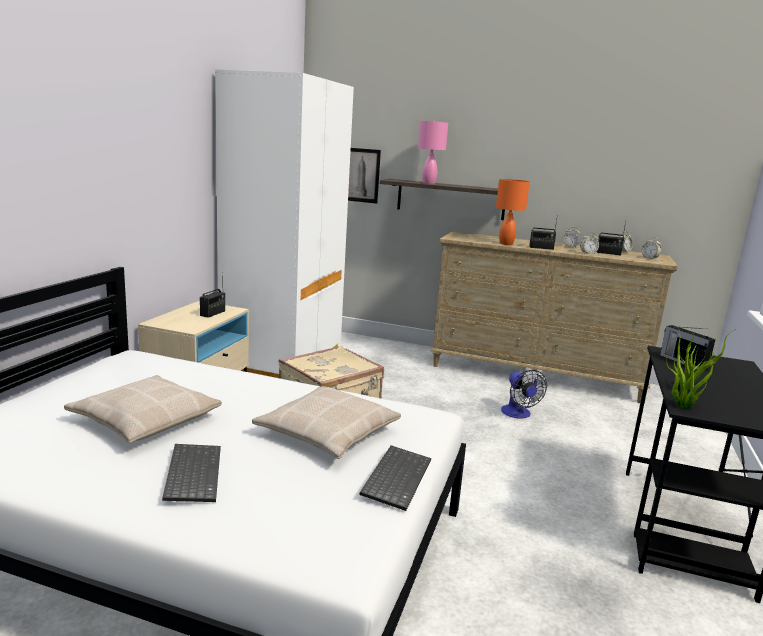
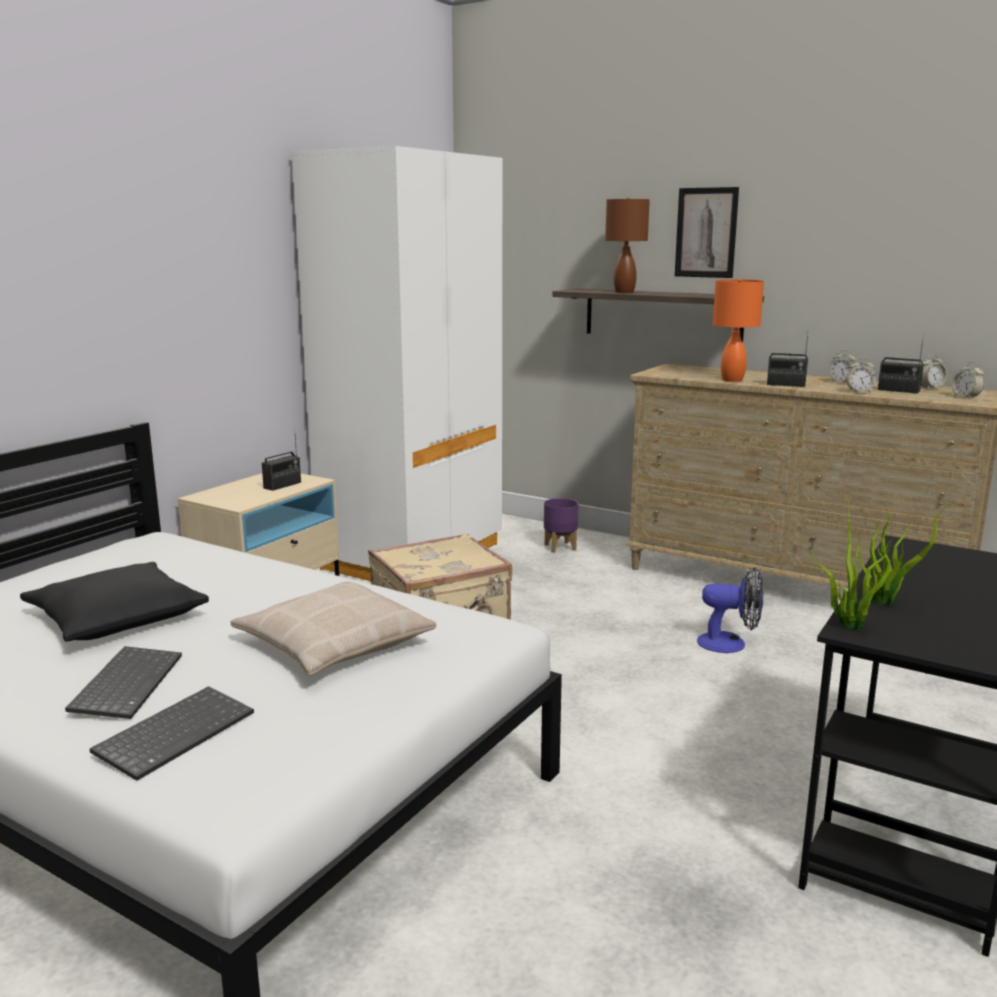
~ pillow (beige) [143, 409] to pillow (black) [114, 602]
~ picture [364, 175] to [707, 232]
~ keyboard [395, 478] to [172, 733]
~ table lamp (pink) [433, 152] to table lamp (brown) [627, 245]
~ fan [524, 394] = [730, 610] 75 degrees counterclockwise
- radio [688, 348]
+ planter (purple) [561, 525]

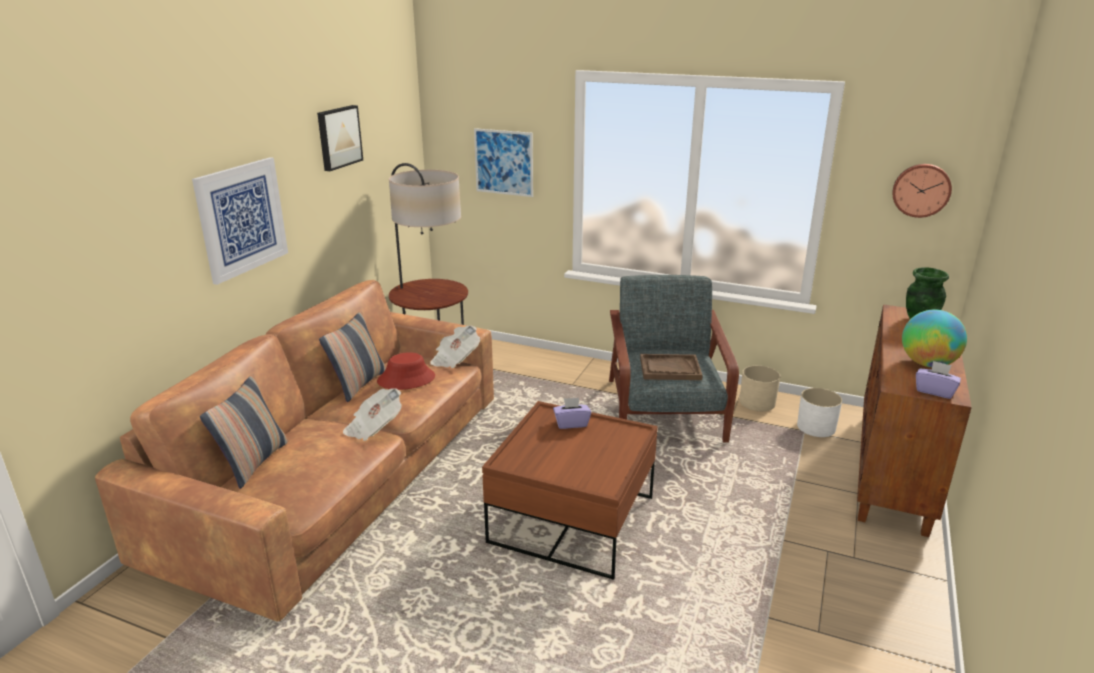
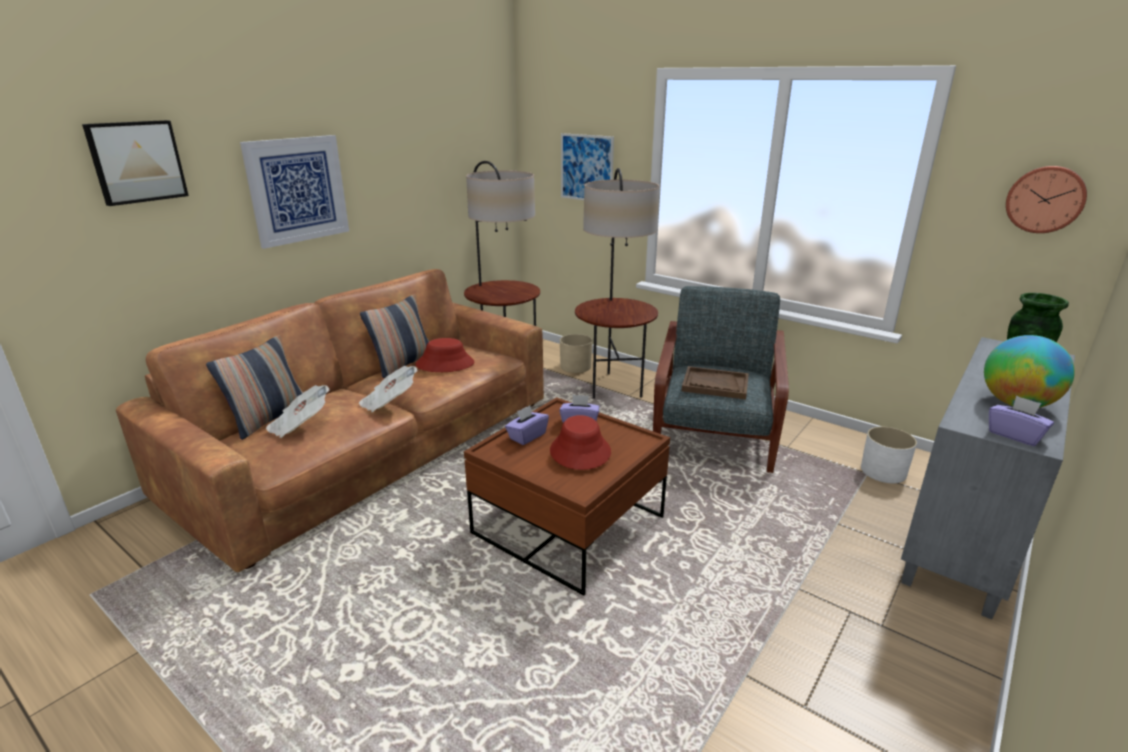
~ picture [340, 138] to [135, 163]
~ newspaper [455, 347] to [298, 411]
~ planter (beige) [760, 388] to [576, 353]
~ cabinet (brown) [914, 420] to cabinet (grey) [988, 478]
+ tissue box (purple) [527, 425]
+ hat (red) [580, 442]
+ floor lamp [617, 283]

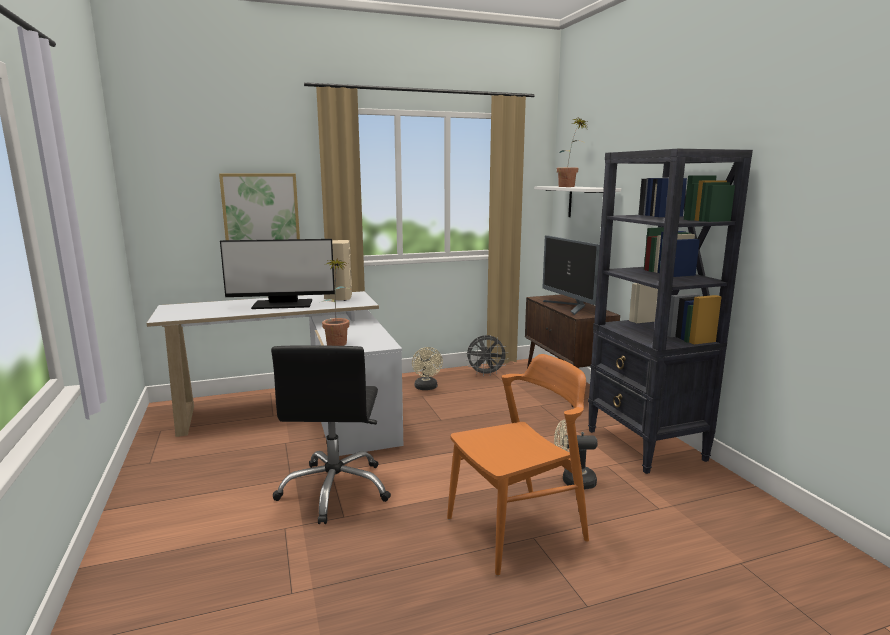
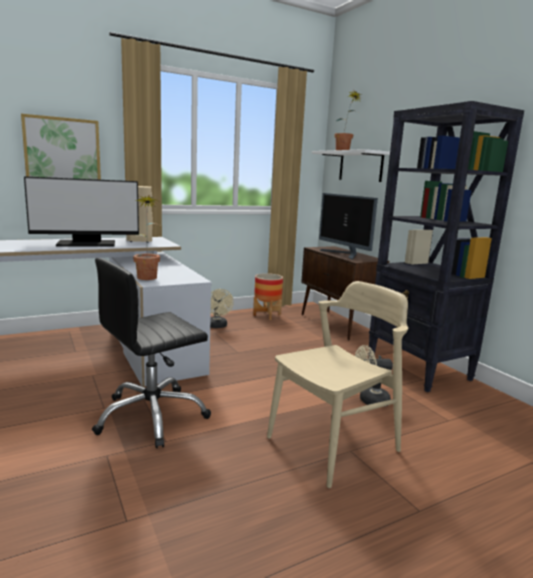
~ office chair (black) [331, 434] = [151, 353] 60 degrees clockwise
~ chair (orange) [518, 465] to chair (beige) [337, 384]
~ fan (grey) [486, 356] to planter [268, 296]

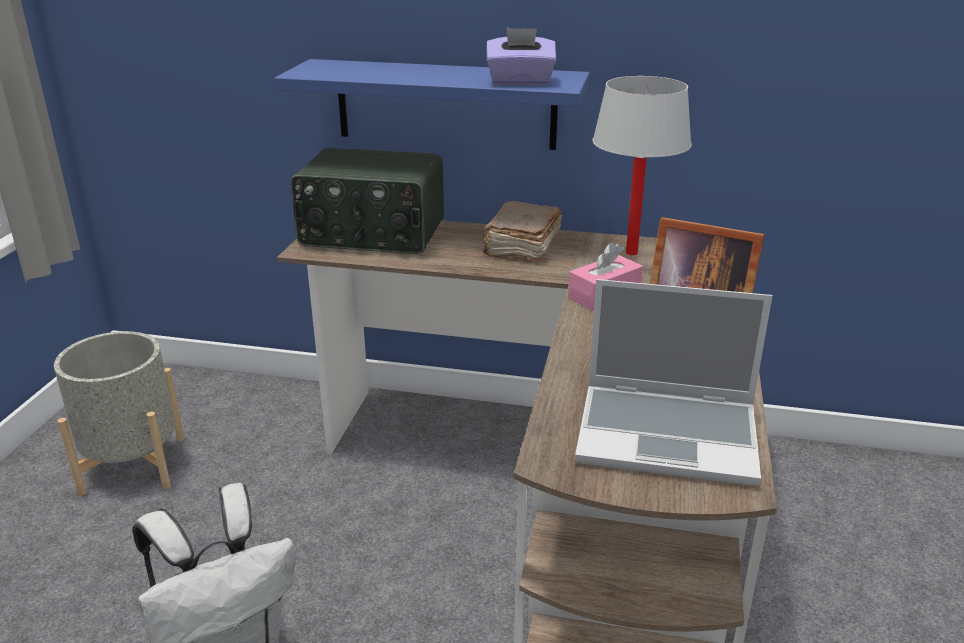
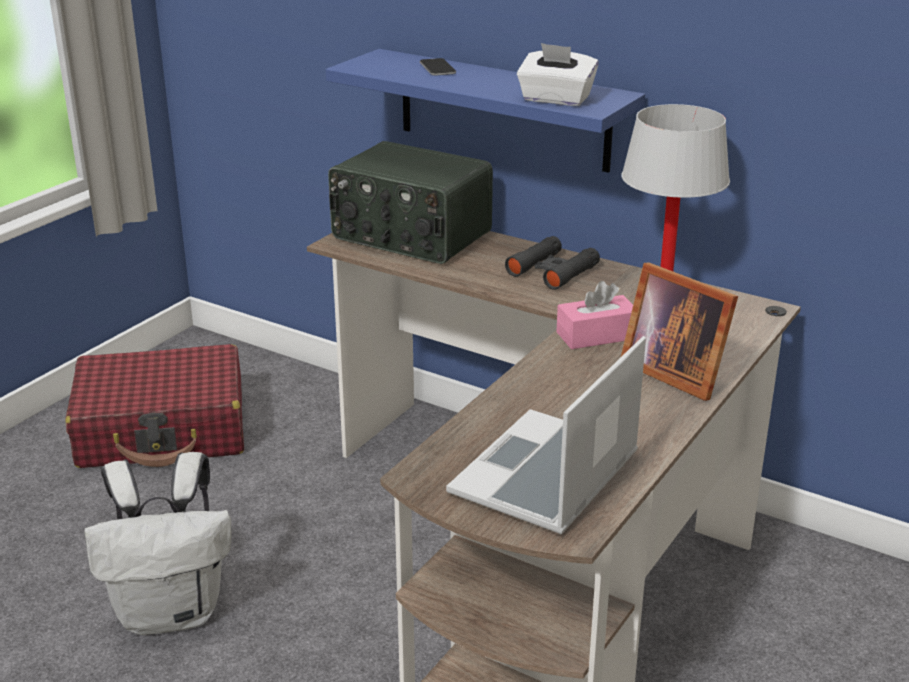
~ planter (grey) [119, 413] to suitcase (red) [154, 406]
~ book (brown) [522, 231] to binoculars (black) [552, 263]
~ tissue box (purple) [521, 56] to tissue box (white) [558, 74]
~ laptop [673, 382] = [546, 435] 90 degrees clockwise
+ phone [438, 67]

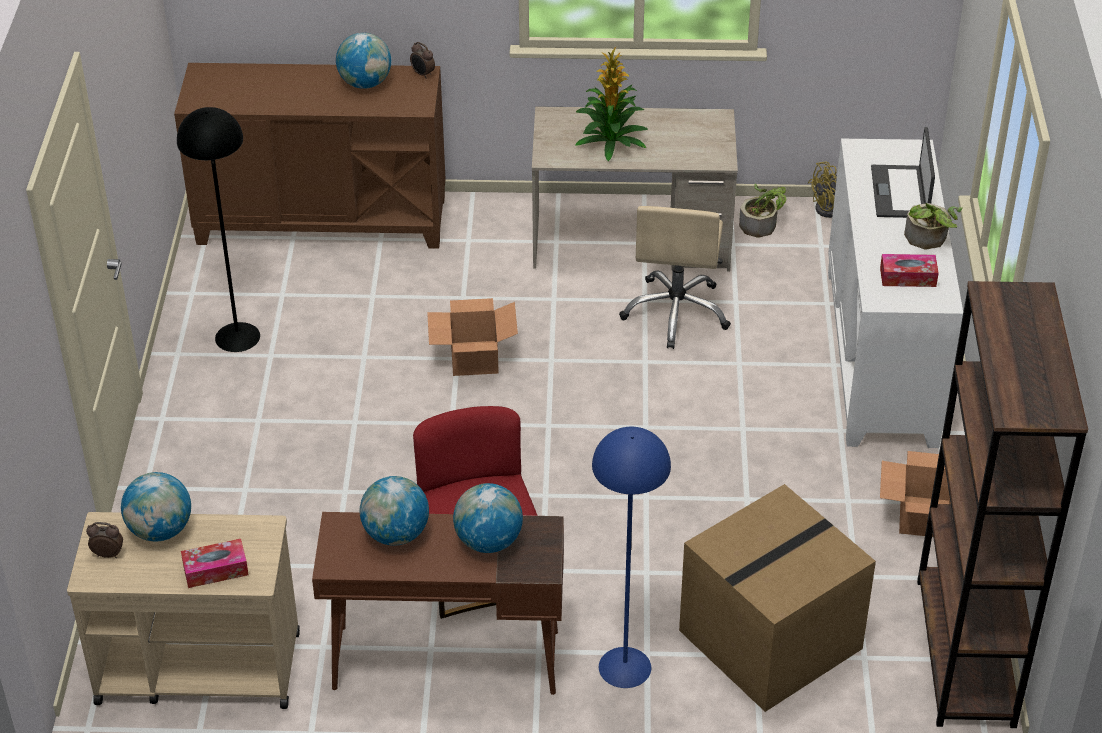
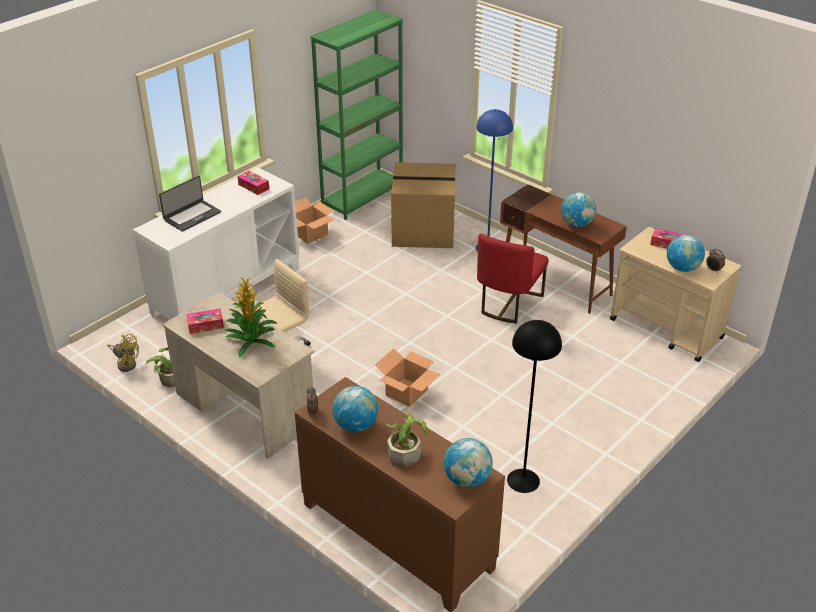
~ globe [488, 518] to [468, 463]
~ potted plant [933, 226] to [406, 440]
~ bookcase (brown) [1002, 504] to bookcase (green) [357, 114]
+ tissue box [205, 321]

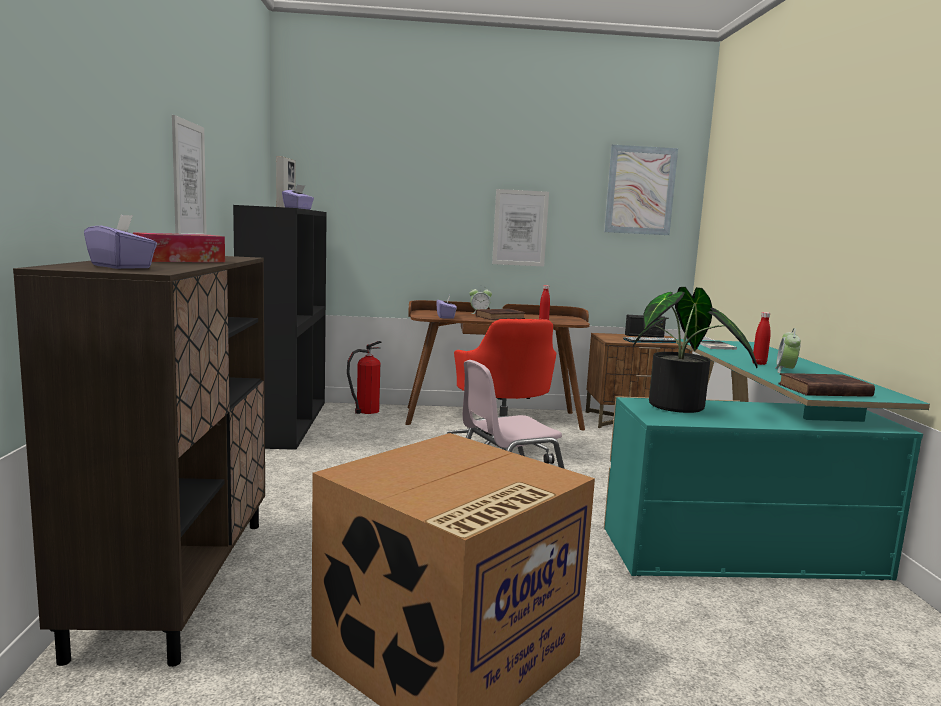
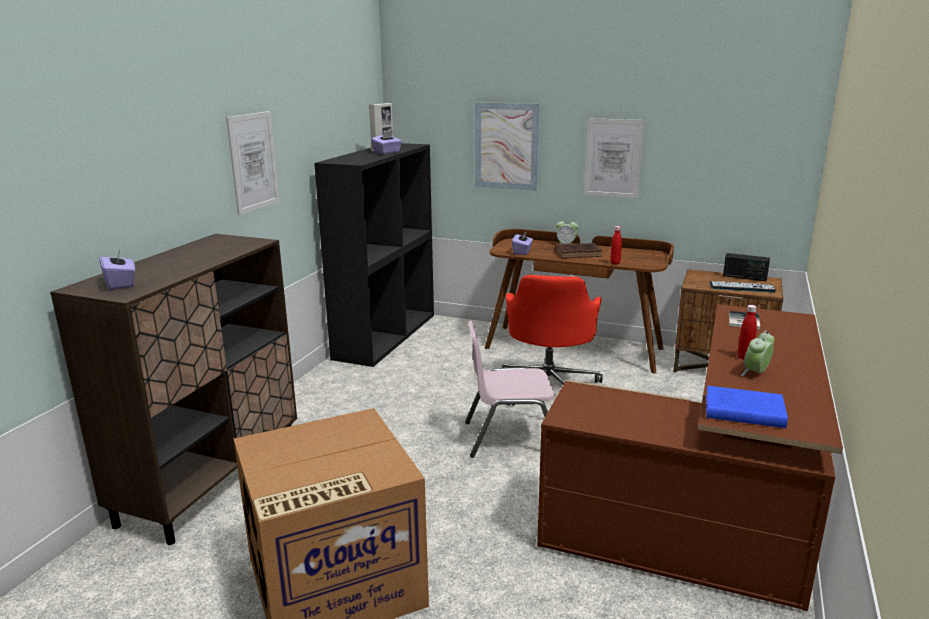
- tissue box [179, 247]
- fire extinguisher [364, 377]
~ picture [641, 190] to [507, 146]
~ desk (turquoise) [767, 459] to desk (brown) [690, 457]
- potted plant [695, 350]
~ book (brown) [826, 385] to book (blue) [747, 407]

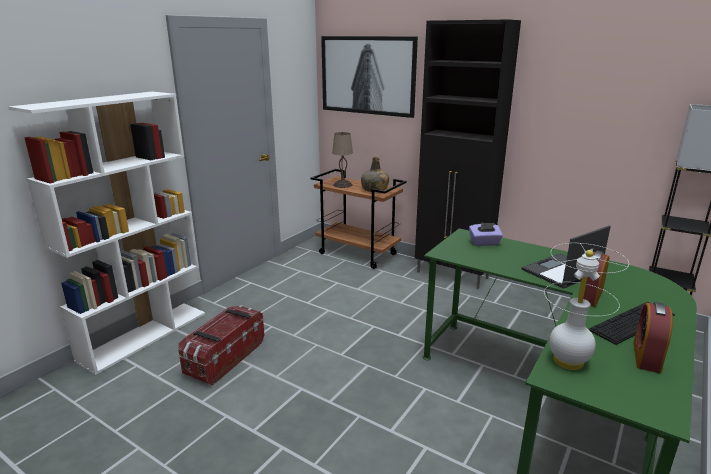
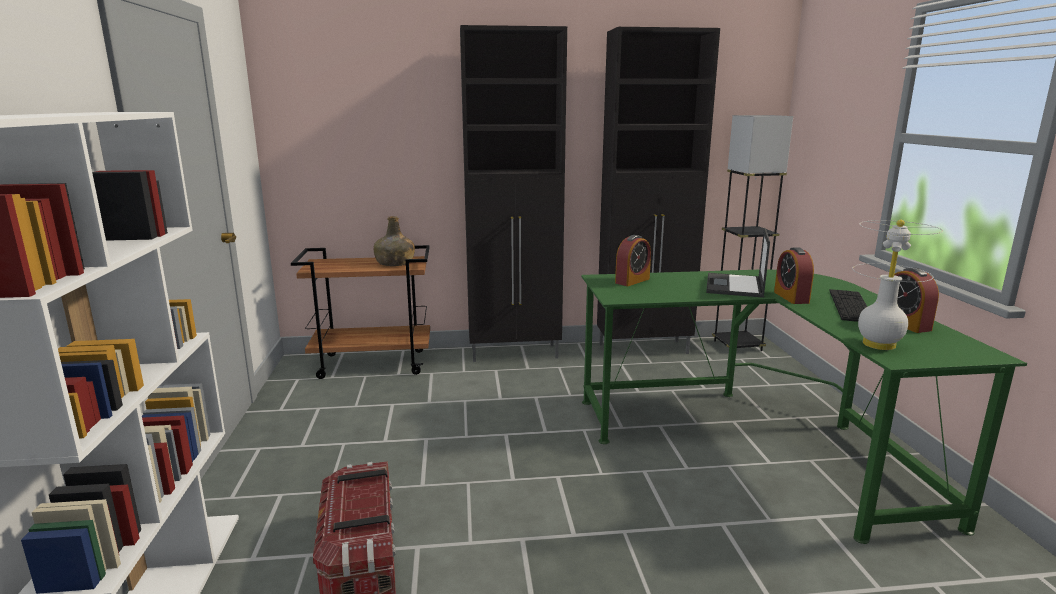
- picture [369, 77]
- table lamp (beige) [342, 160]
~ tissue box (purple) [486, 234] to alarm clock [633, 260]
+ cabinet (black) [658, 190]

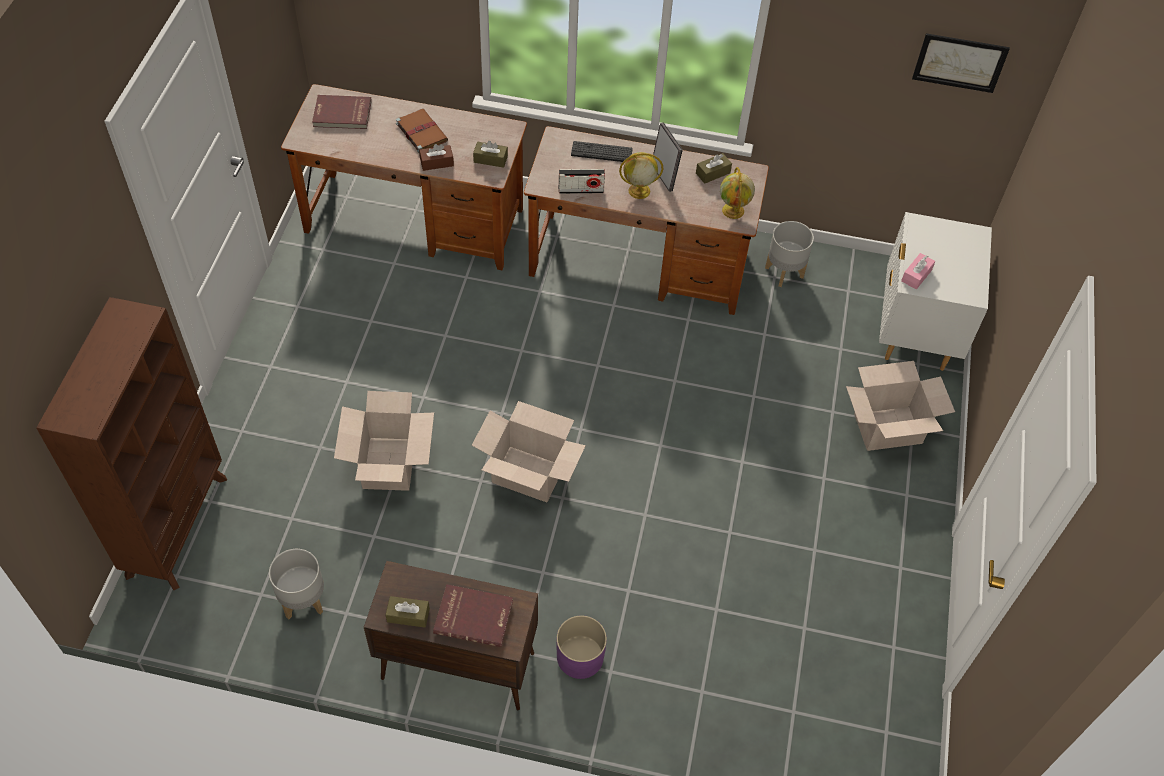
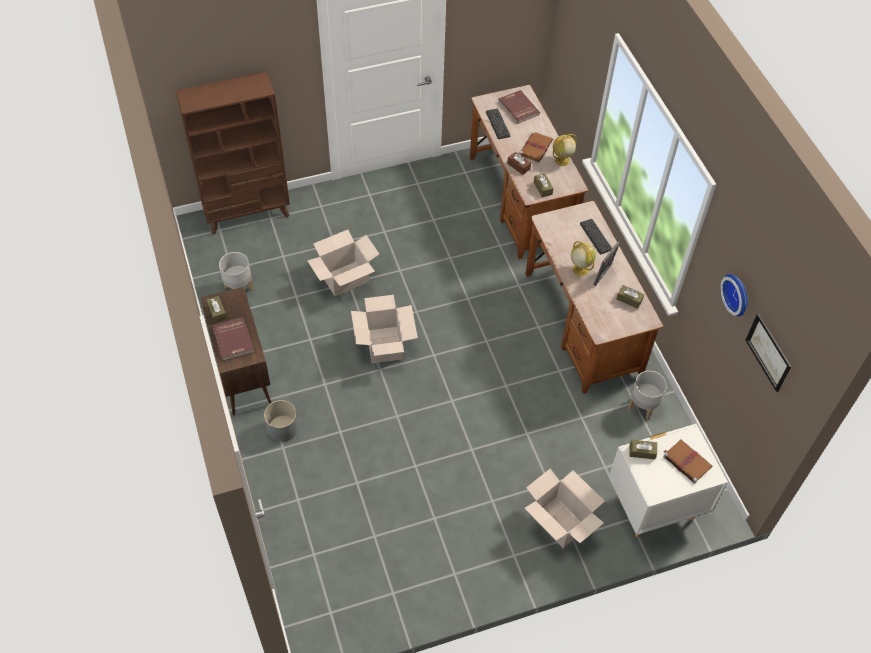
~ planter (purple) [581, 647] to planter (grey) [281, 421]
- radio [582, 181]
~ globe [737, 193] to [565, 150]
~ tissue box (pink) [918, 271] to tissue box (brown) [643, 449]
+ keyboard [498, 123]
+ book (brown) [687, 461]
+ wall clock [734, 295]

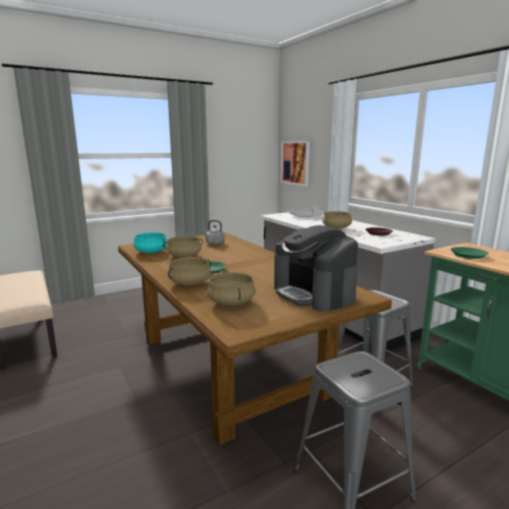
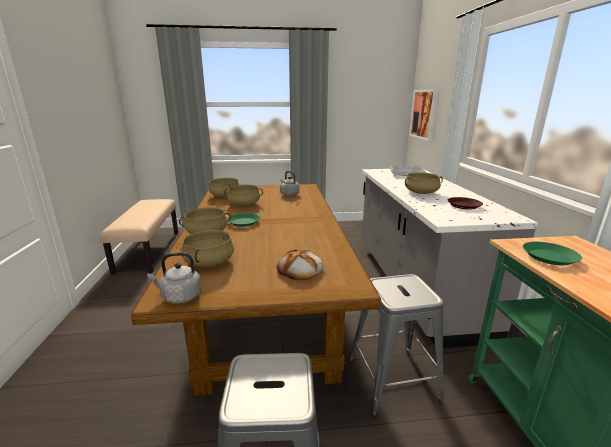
~ cooking pot (turquoise) [150, 242] to cooking pot (beige) [224, 187]
~ coffee machine [316, 268] to bread [300, 264]
+ kettle (grey) [174, 278]

